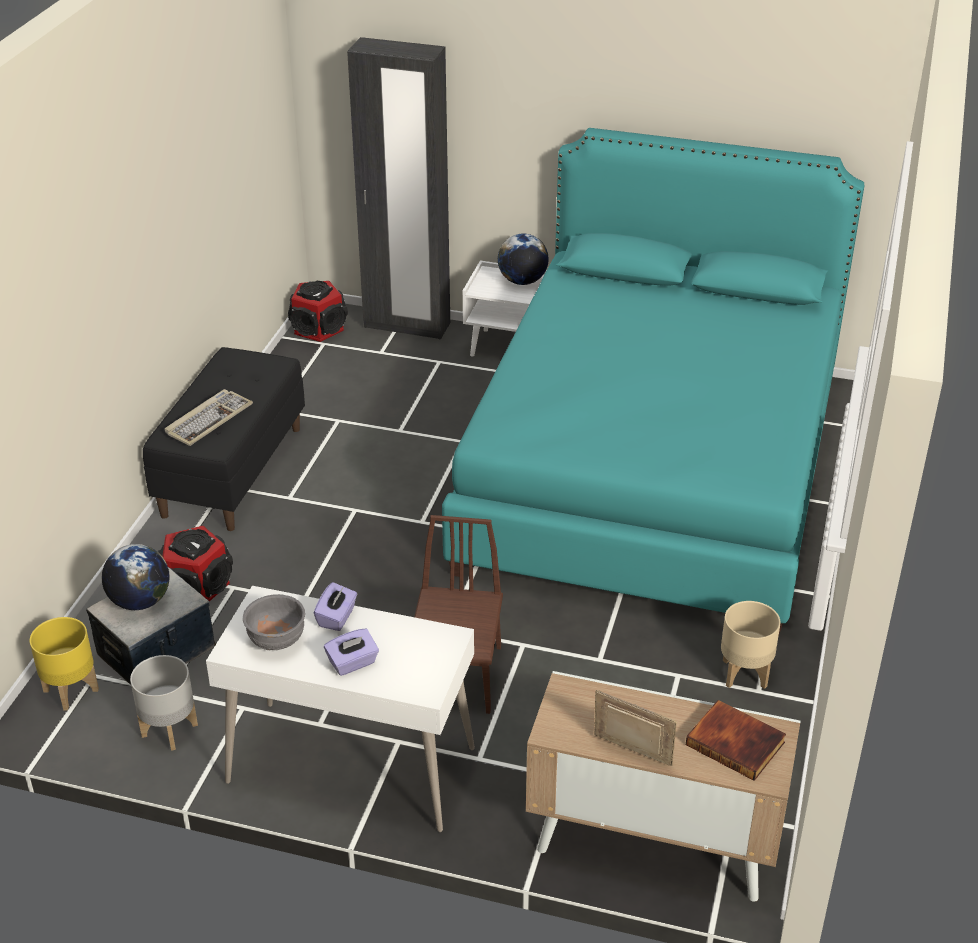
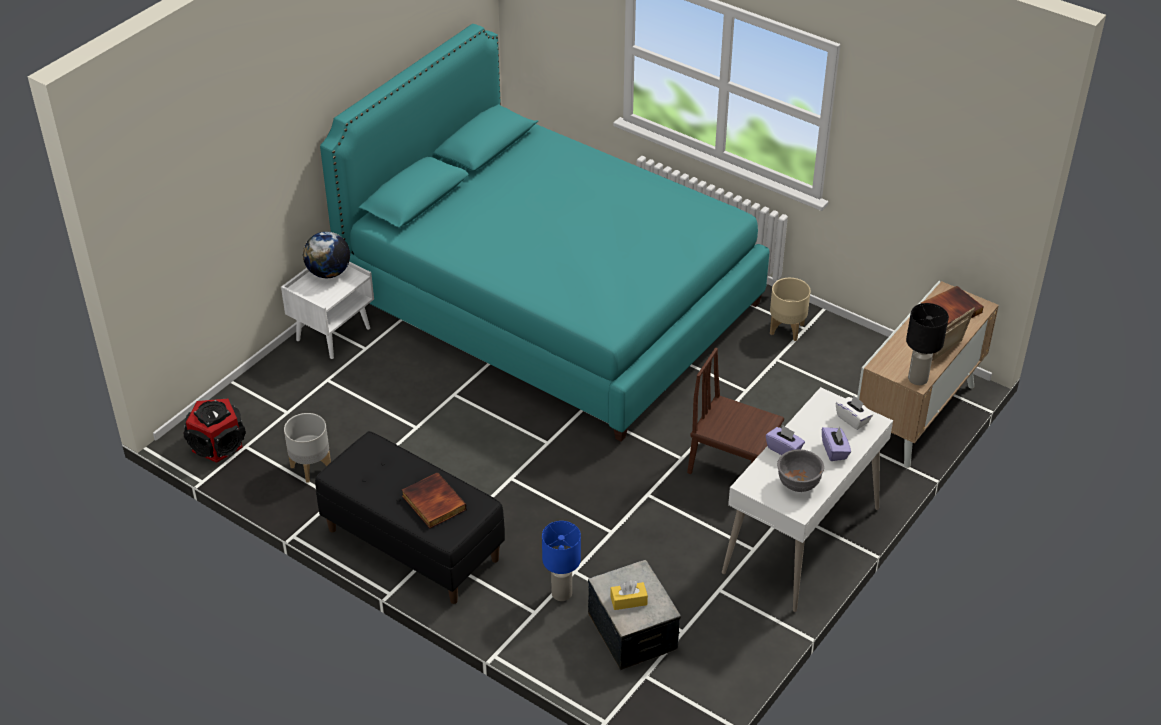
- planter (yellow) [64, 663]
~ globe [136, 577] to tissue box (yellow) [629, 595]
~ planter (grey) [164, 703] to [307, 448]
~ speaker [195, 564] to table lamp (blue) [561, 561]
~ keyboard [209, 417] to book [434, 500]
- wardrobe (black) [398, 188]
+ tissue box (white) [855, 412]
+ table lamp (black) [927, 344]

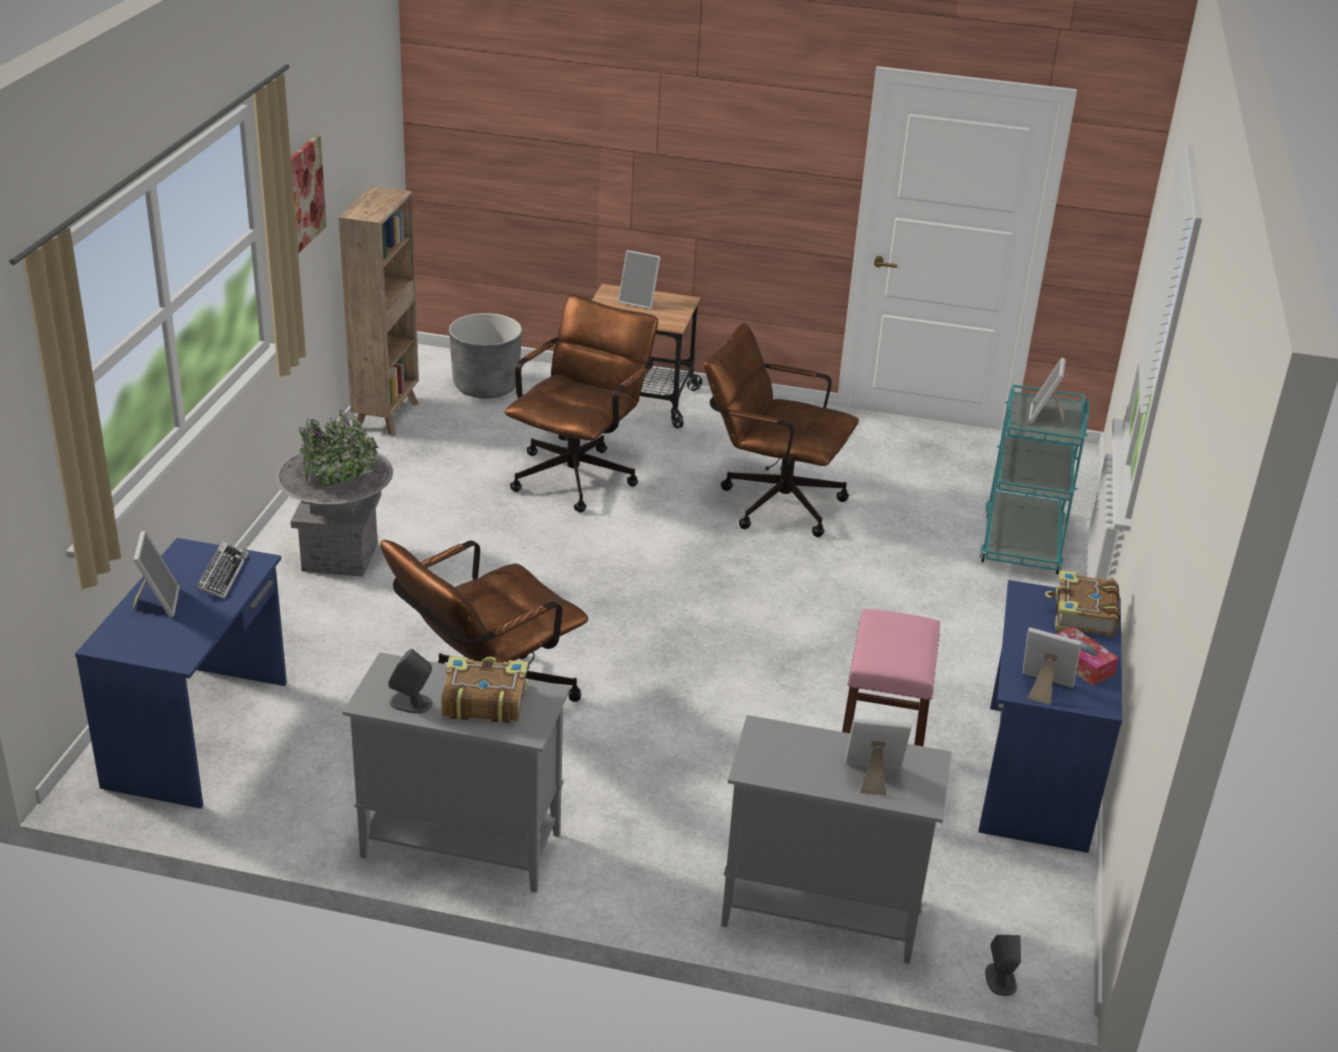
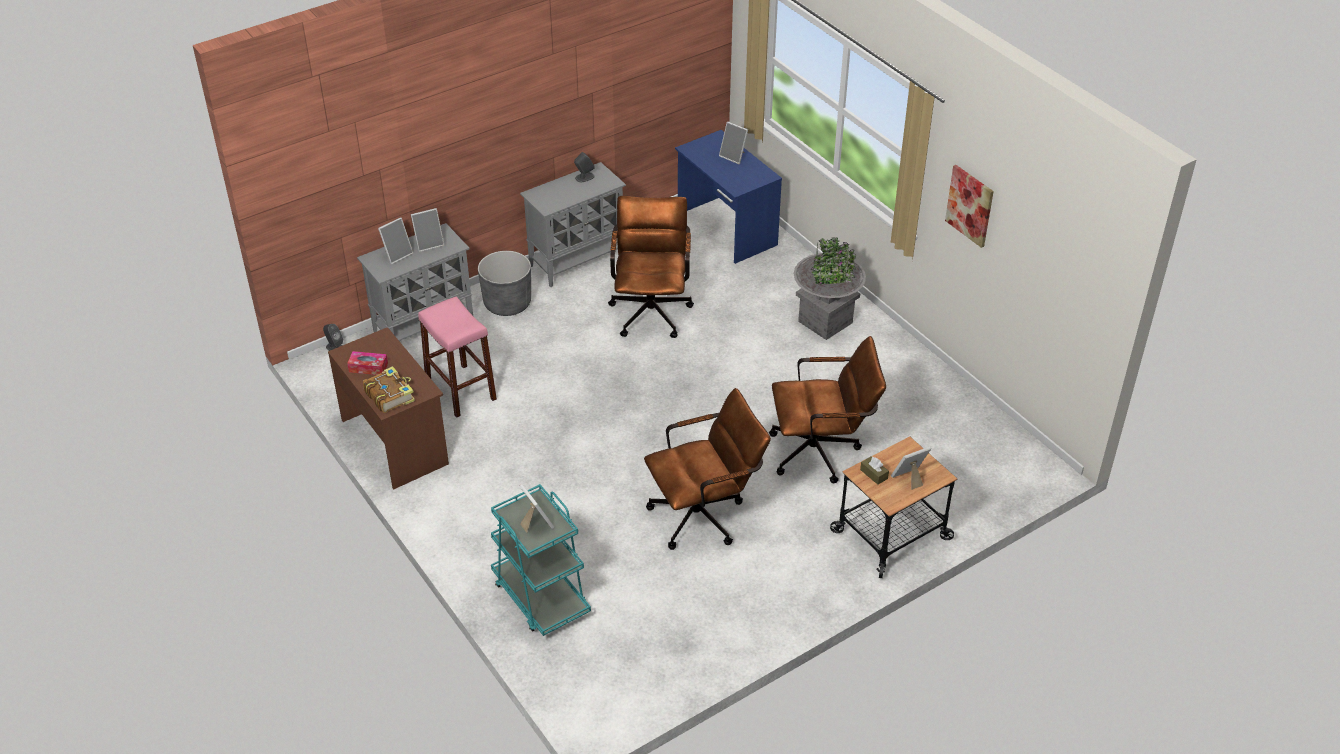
- keyboard [222, 570]
- bookcase (brown) [379, 311]
- book [484, 689]
~ planter (grey) [485, 355] to [504, 283]
~ office chair (brown) [581, 404] = [827, 409] 75 degrees counterclockwise
~ desk (blue) [1050, 716] to desk (brown) [388, 408]
~ picture frame [1051, 666] to [427, 230]
+ tissue box (brown) [874, 470]

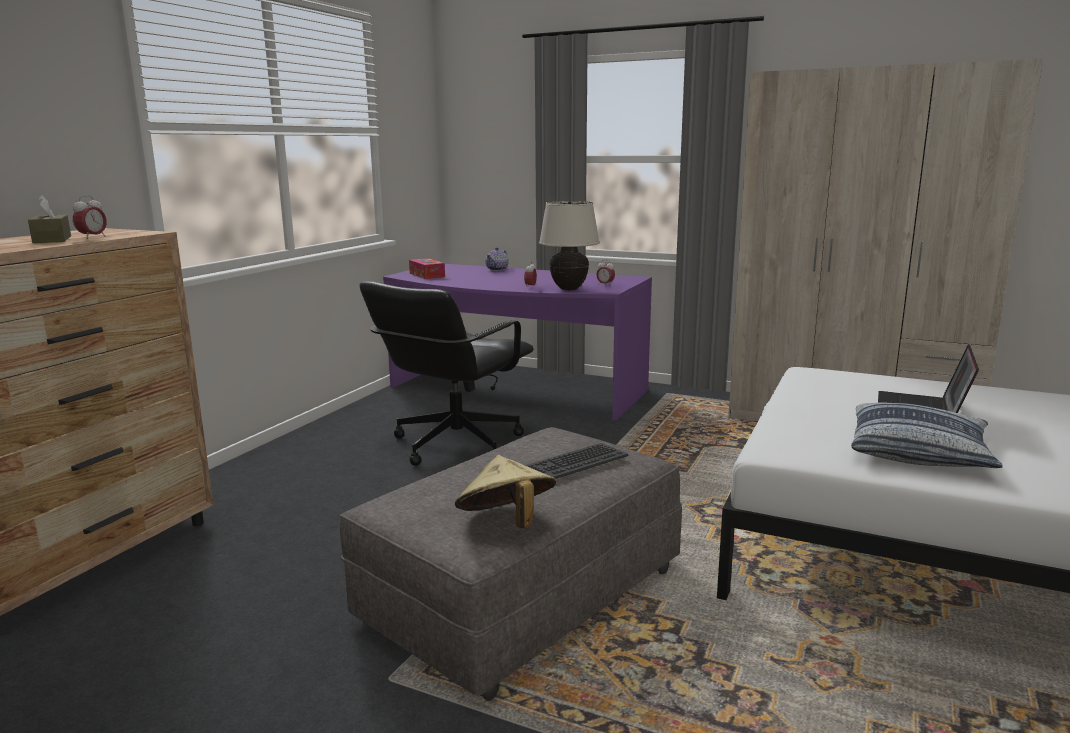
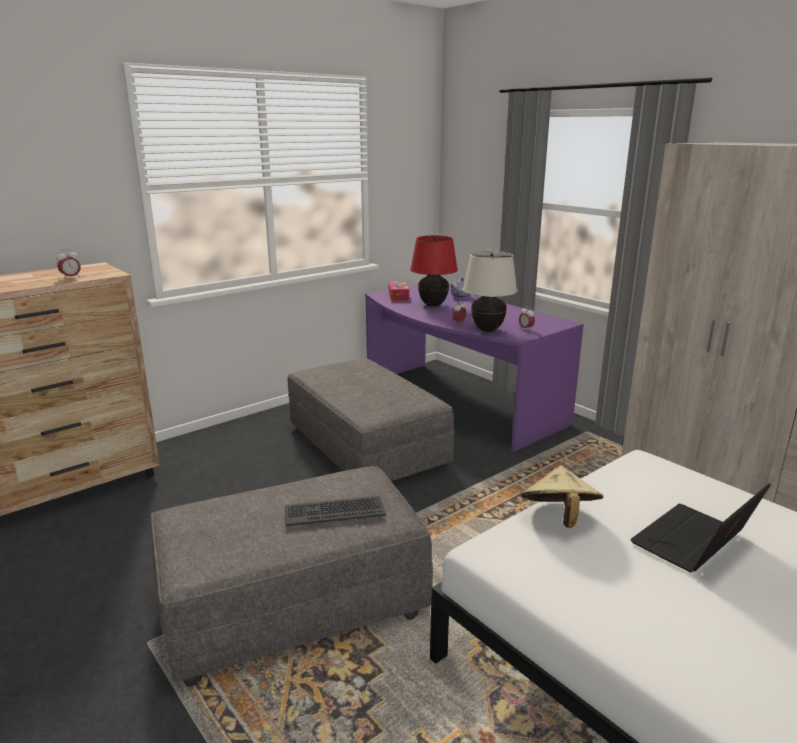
- tissue box (brown) [49, 219]
~ office chair (black) [446, 373] to ottoman (grey) [371, 419]
~ hat (beige) [505, 491] to [562, 496]
- pillow [927, 435]
+ table lamp (red) [434, 271]

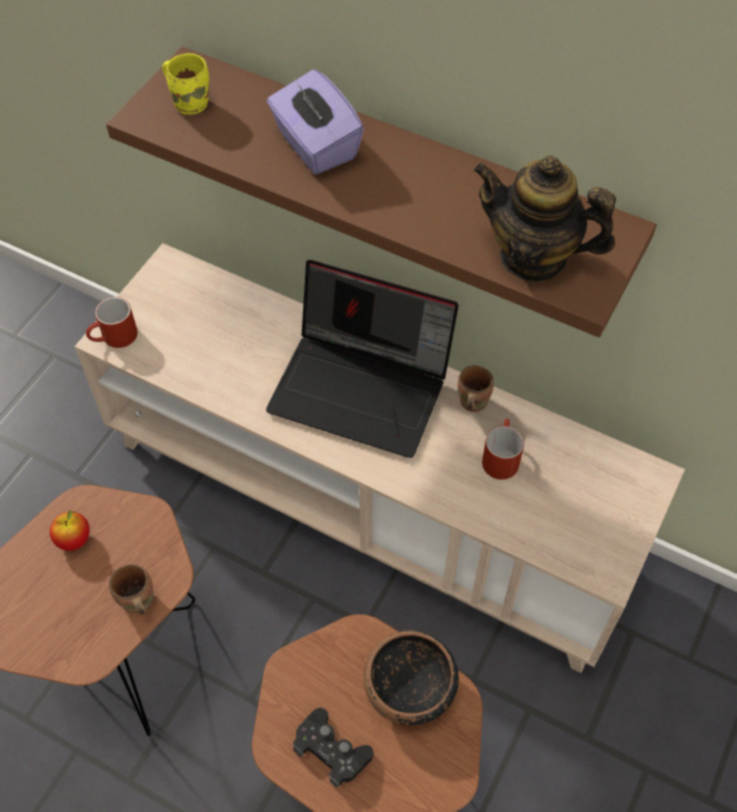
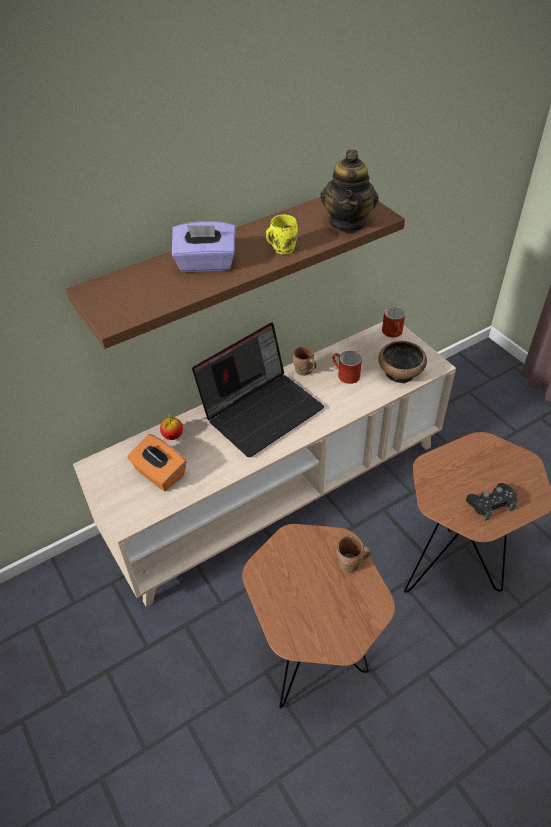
~ apple [70, 530] to [171, 427]
~ mug (red) [112, 322] to [393, 321]
~ mug (yellow) [185, 84] to [281, 234]
~ bowl [411, 678] to [402, 362]
~ teapot [544, 218] = [349, 191] 45 degrees counterclockwise
+ tissue box (orange) [157, 462]

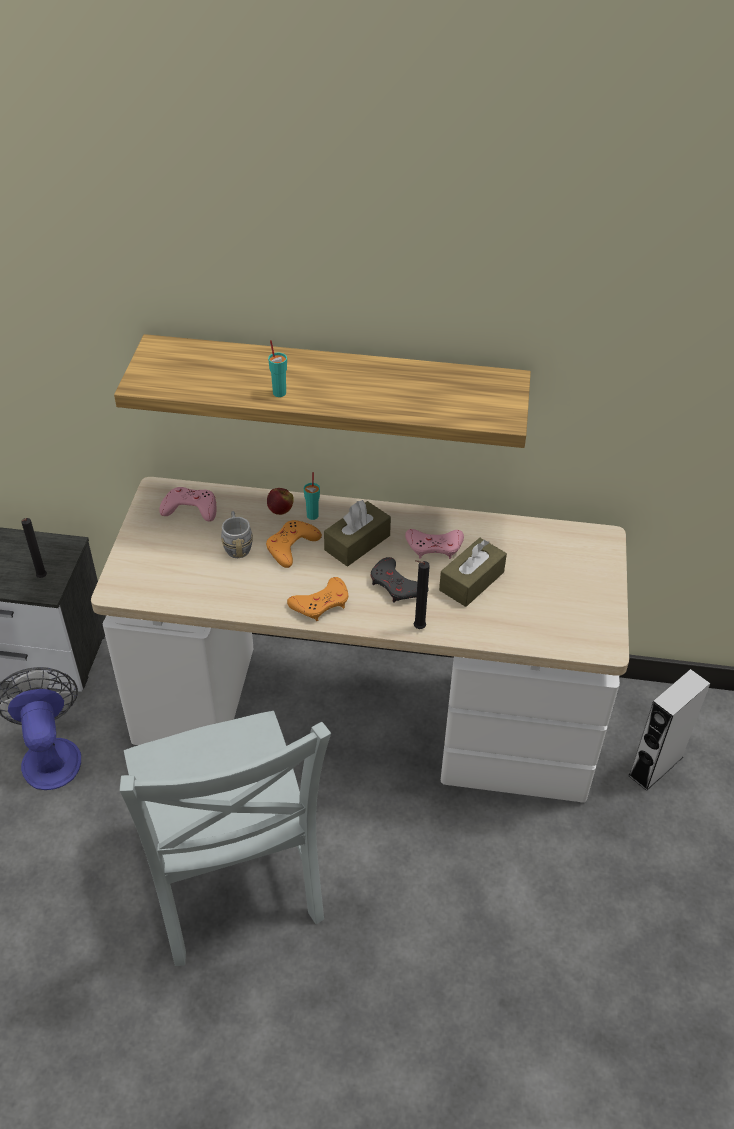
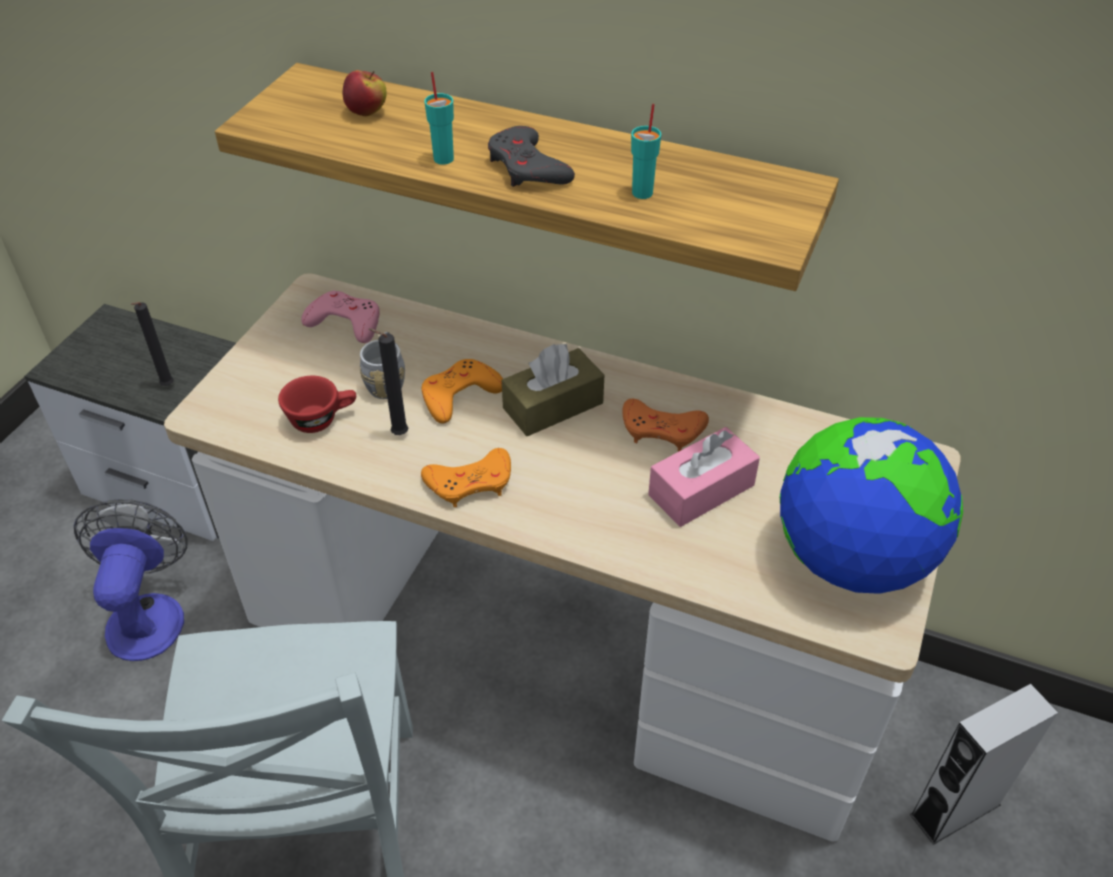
~ apple [280, 501] to [365, 93]
~ cup (turquoise) [312, 496] to [646, 151]
~ game controller (grey) [400, 580] to [531, 156]
~ game controller (pink) [434, 544] to game controller (orange) [665, 424]
~ candle (black) [422, 594] to [388, 381]
~ tissue box (brown) [473, 572] to tissue box (pink) [704, 477]
+ cup (red) [317, 404]
+ globe [871, 505]

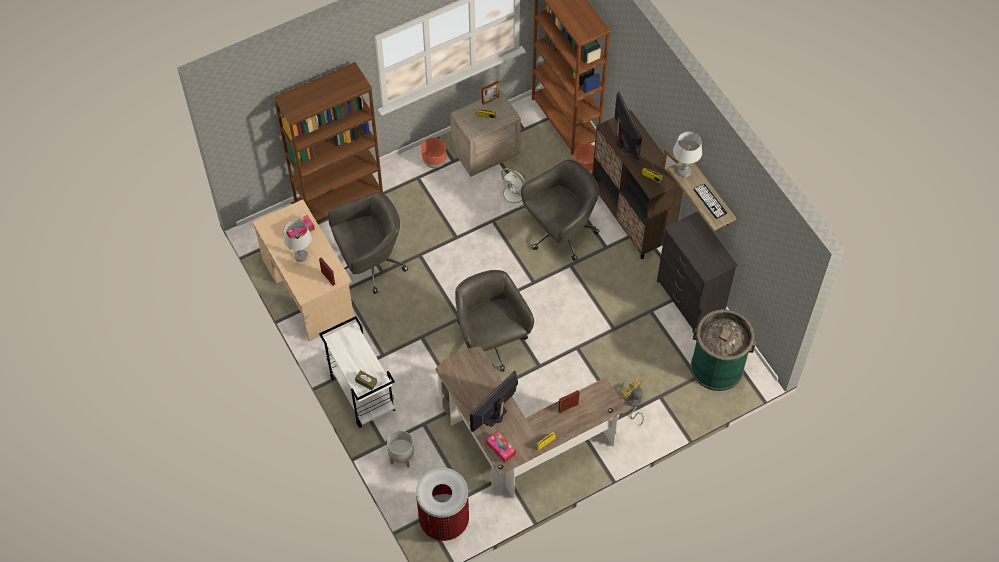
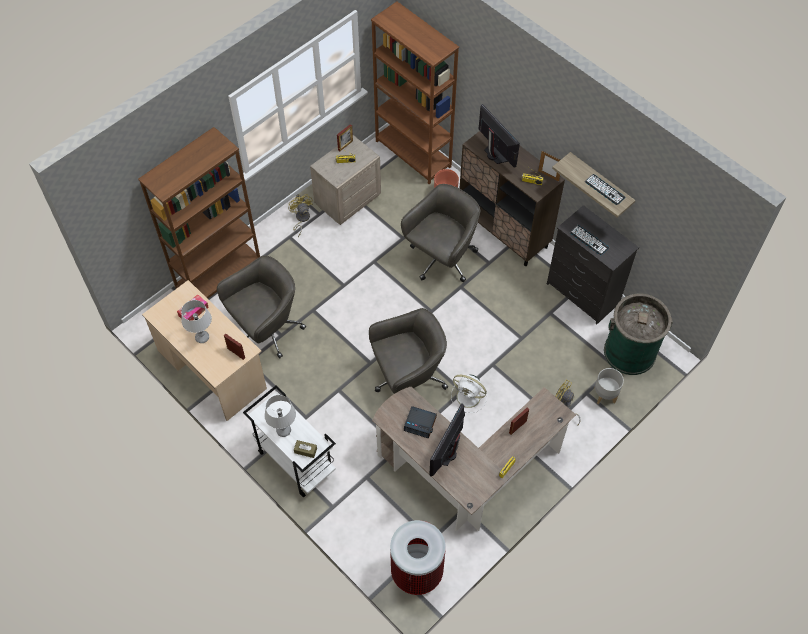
~ planter (grey) [400, 449] to [609, 386]
~ planter (brown) [434, 153] to fan (yellow) [300, 215]
~ office chair (grey) [494, 320] = [408, 351] 105 degrees clockwise
- tissue box [501, 447]
~ fan (white) [512, 188] to [469, 393]
~ table lamp (grey) [687, 154] to [280, 416]
+ alarm clock [420, 422]
+ keyboard [589, 240]

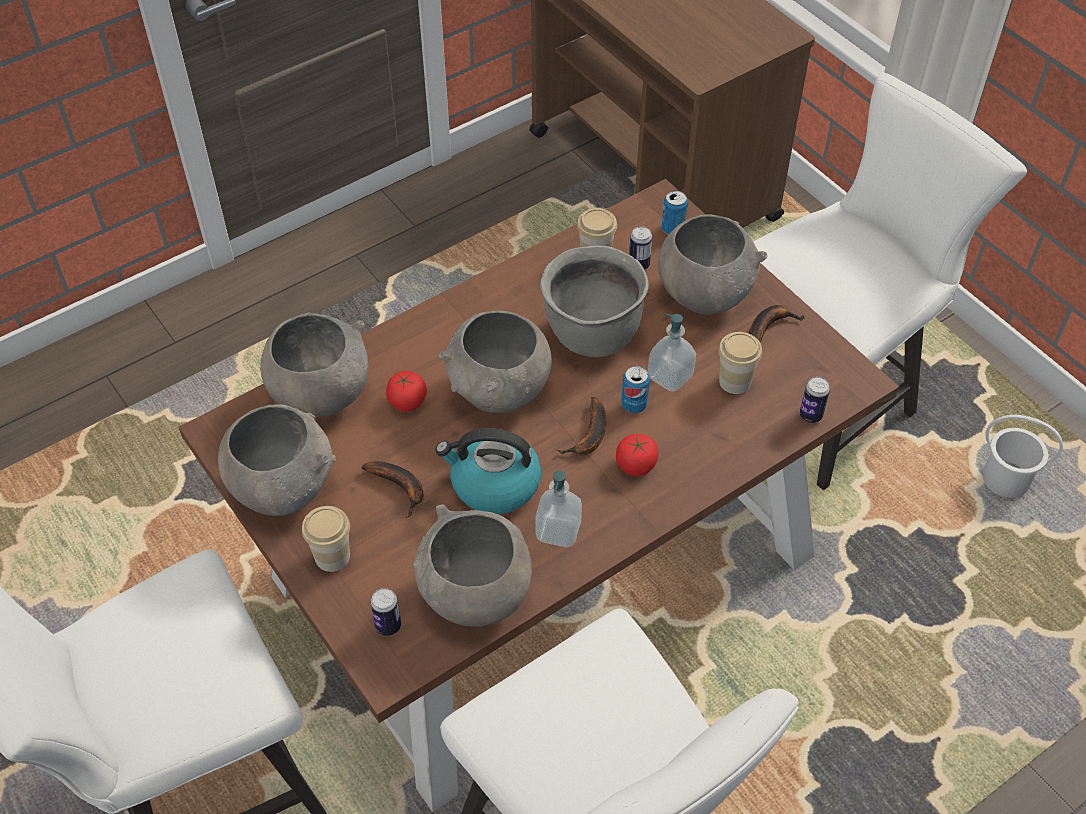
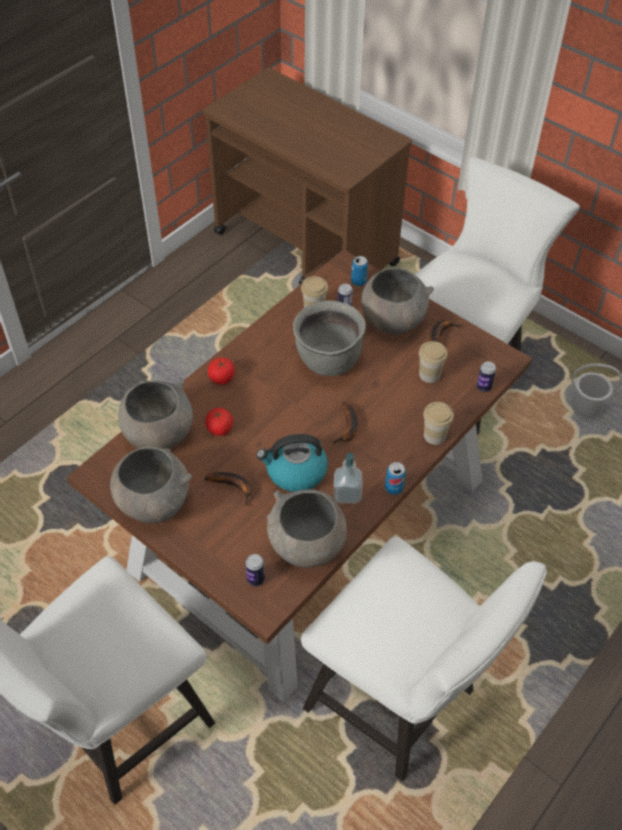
~ cup [326, 539] to [438, 423]
- bowl (grey) [495, 361]
~ tomato [637, 455] to [221, 371]
~ can [635, 389] to [395, 478]
- soap dispenser [672, 352]

